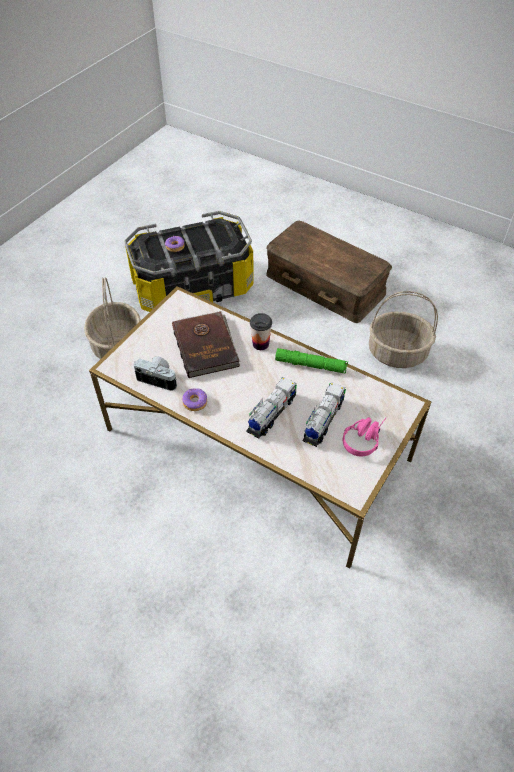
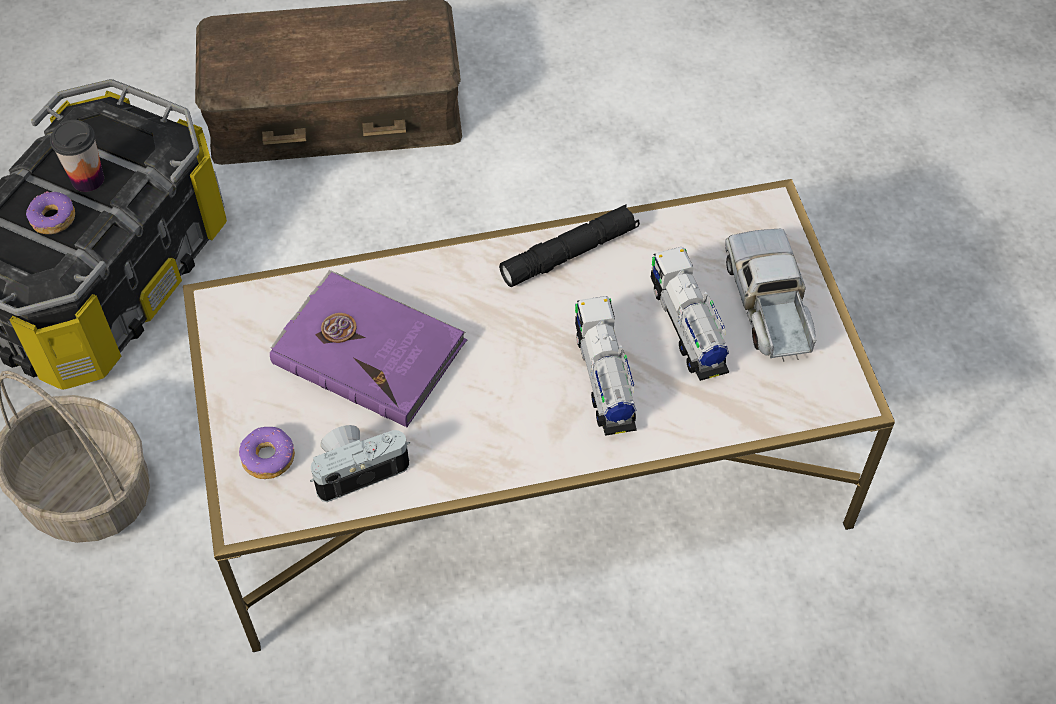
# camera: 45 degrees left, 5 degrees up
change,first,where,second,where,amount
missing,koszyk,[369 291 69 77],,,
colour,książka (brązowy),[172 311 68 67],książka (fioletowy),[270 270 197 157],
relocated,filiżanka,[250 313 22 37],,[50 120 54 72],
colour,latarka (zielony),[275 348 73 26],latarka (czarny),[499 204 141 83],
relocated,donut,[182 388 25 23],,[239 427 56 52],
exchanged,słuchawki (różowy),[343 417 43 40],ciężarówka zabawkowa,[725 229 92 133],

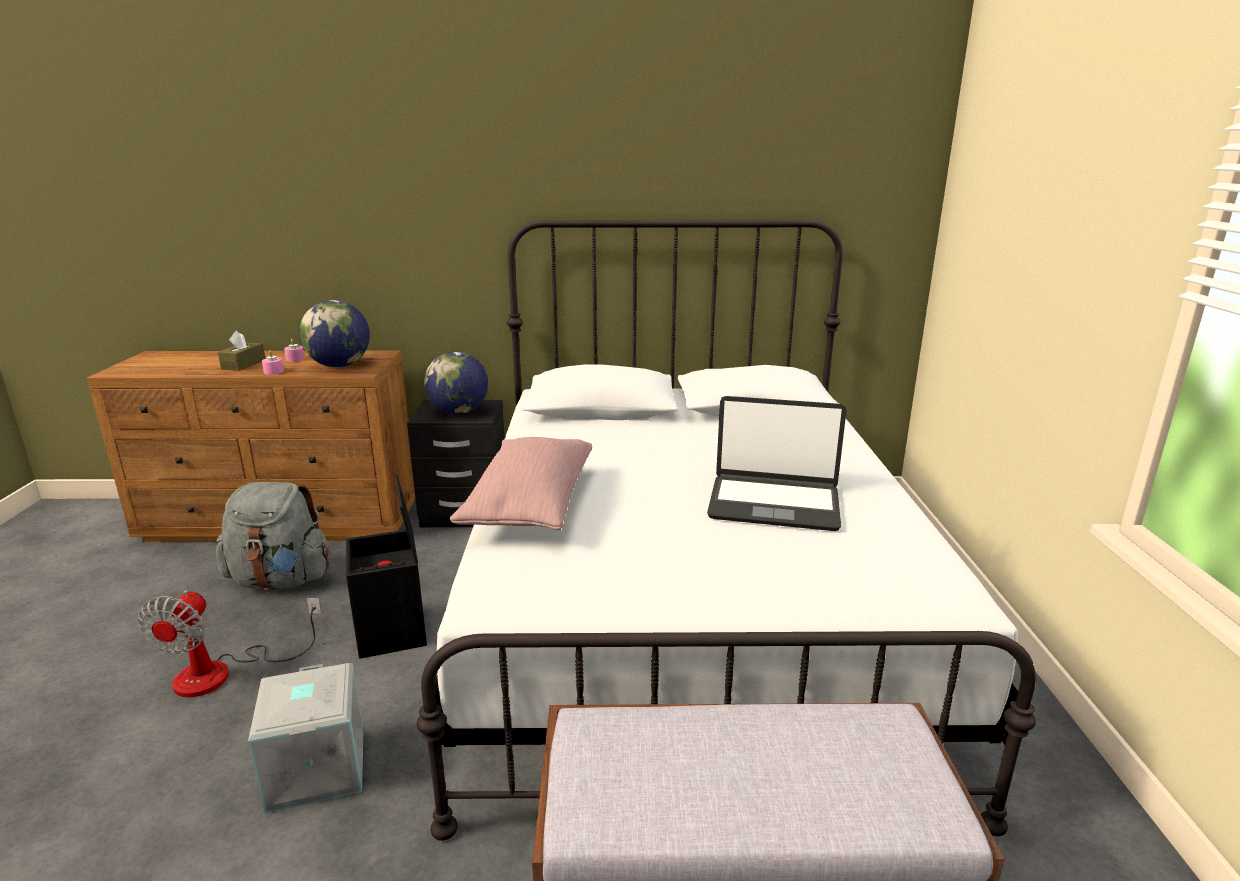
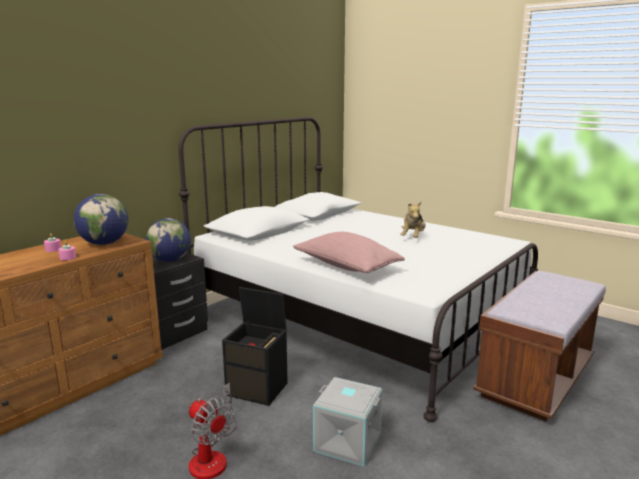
# camera: 50 degrees left, 5 degrees down
change,first,where,second,where,amount
missing,pudełko chusteczek (brązowy),[218 331 48 40],,,
exchanged,laptop,[707 396 139 135],pluszak,[401 202 25 36],
missing,plecak (szary),[216 482 115 108],,,

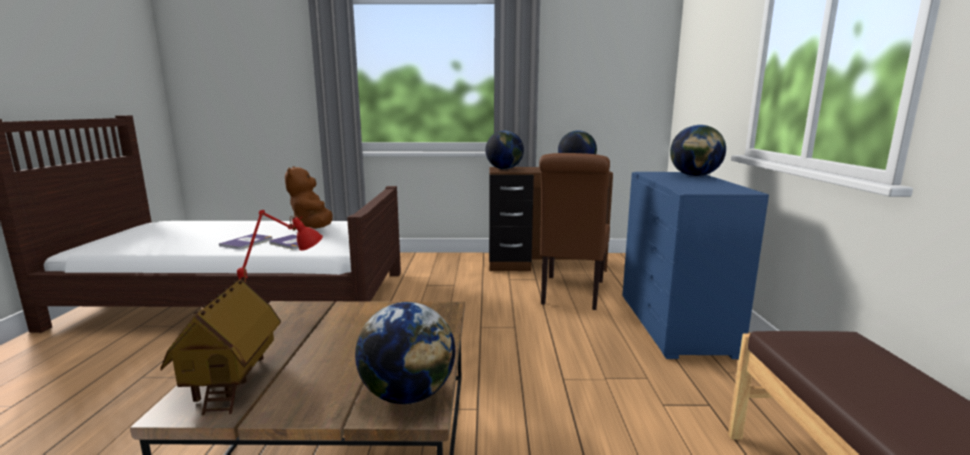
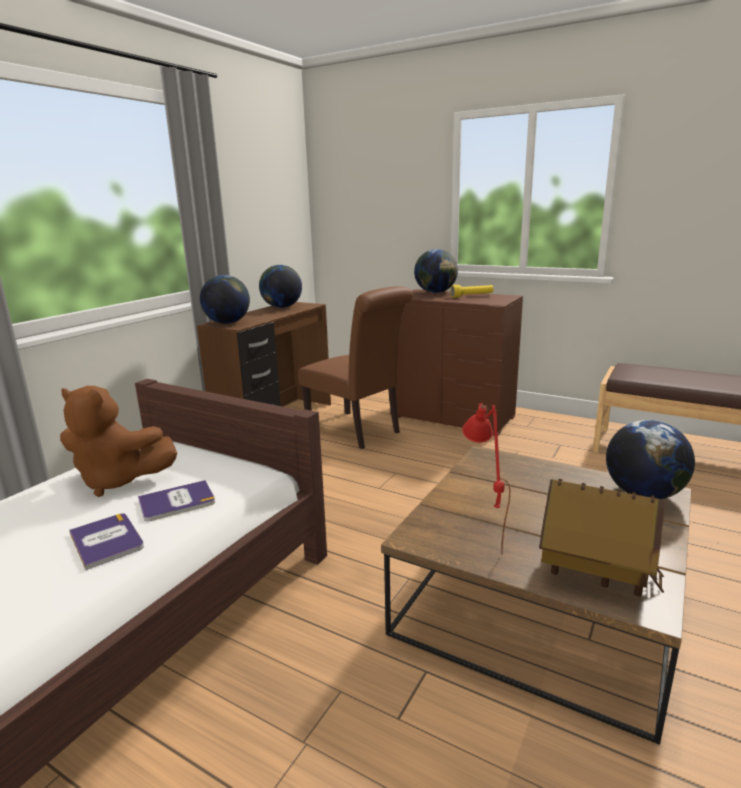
# camera: 60 degrees left, 5 degrees up
change,first,where,second,where,amount
colour,komoda (niebieski),[622 172 147 187],komoda (brązowy),[390 289 133 147],
appeared,,,latarka (żółty),[451 285 42 13],

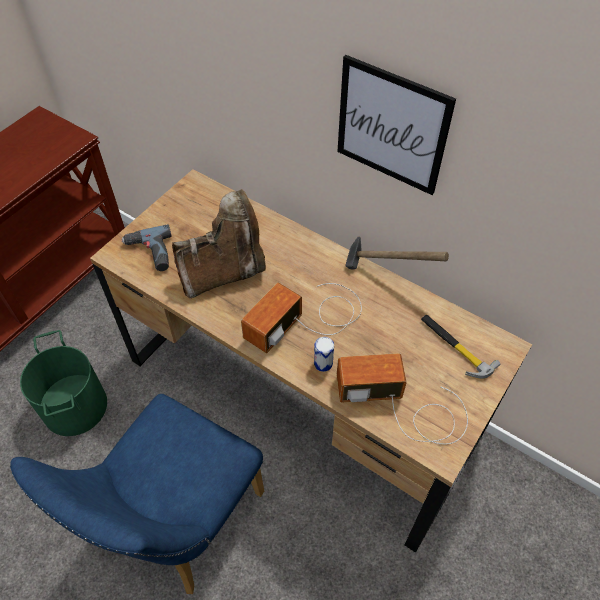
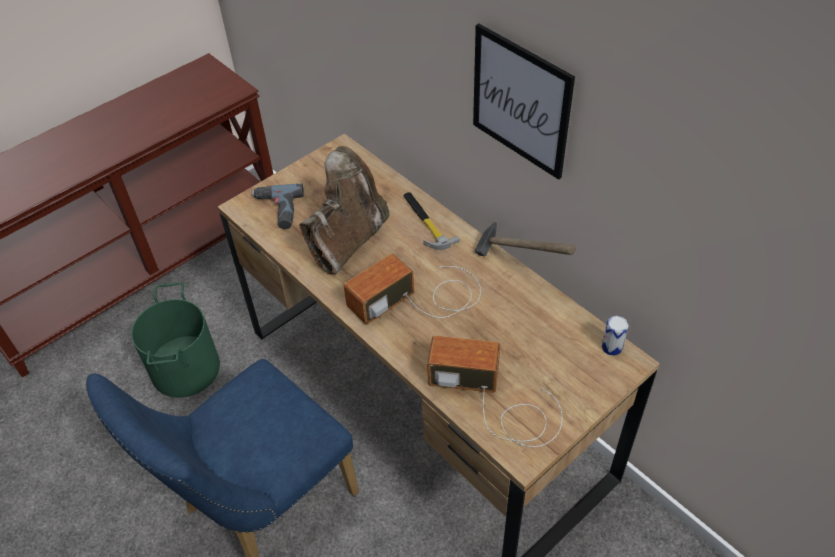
# camera: 15 degrees right, 5 degrees down
change,first,where,second,where,amount
spun,but z cholewką (brązowy),[172 189 94 109],,[299 146 90 129],45 degrees counterclockwise
relocated,młotek,[421 315 79 64],,[404 192 56 58],
relocated,puszka,[314 337 20 35],,[602 316 27 40],

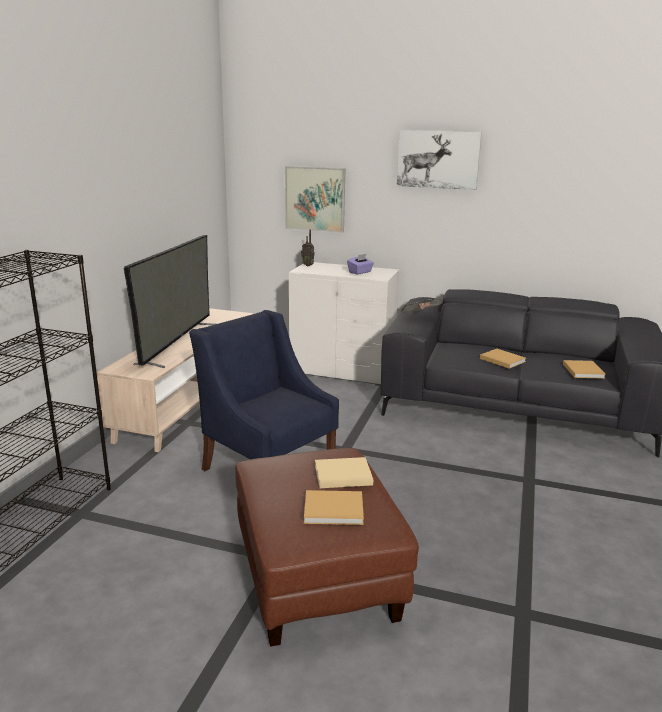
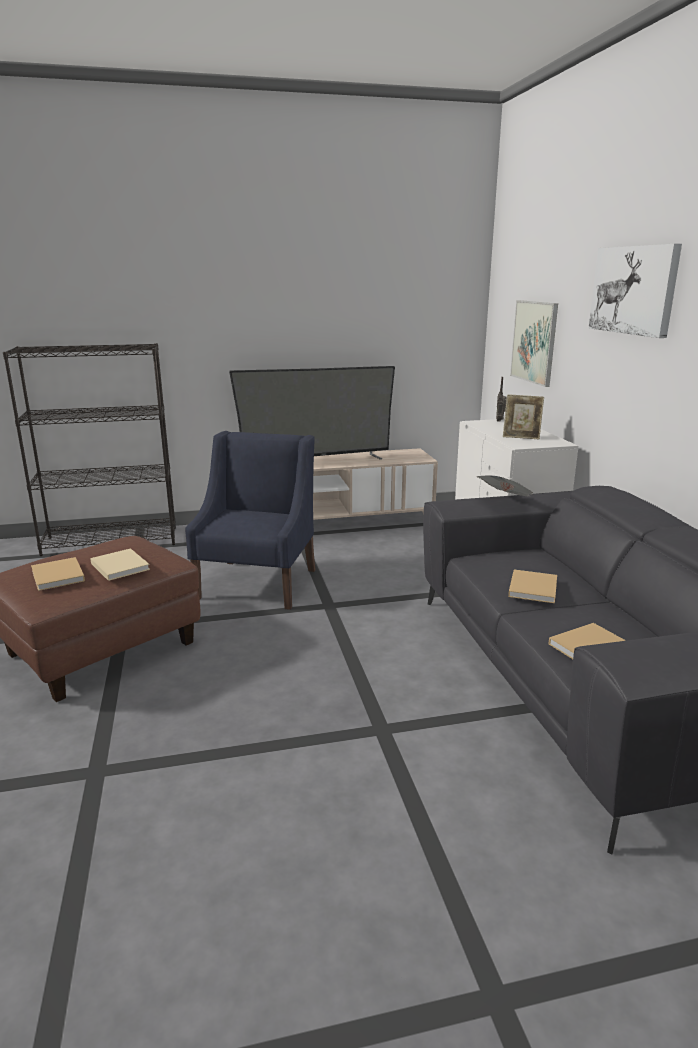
# camera: 60 degrees right, 0 degrees up
change,first,where,second,where,amount
exchanged,pudełko chusteczek (fioletowy),[347 254 27 21],ramka na zdjęcie,[503 394 41 46],

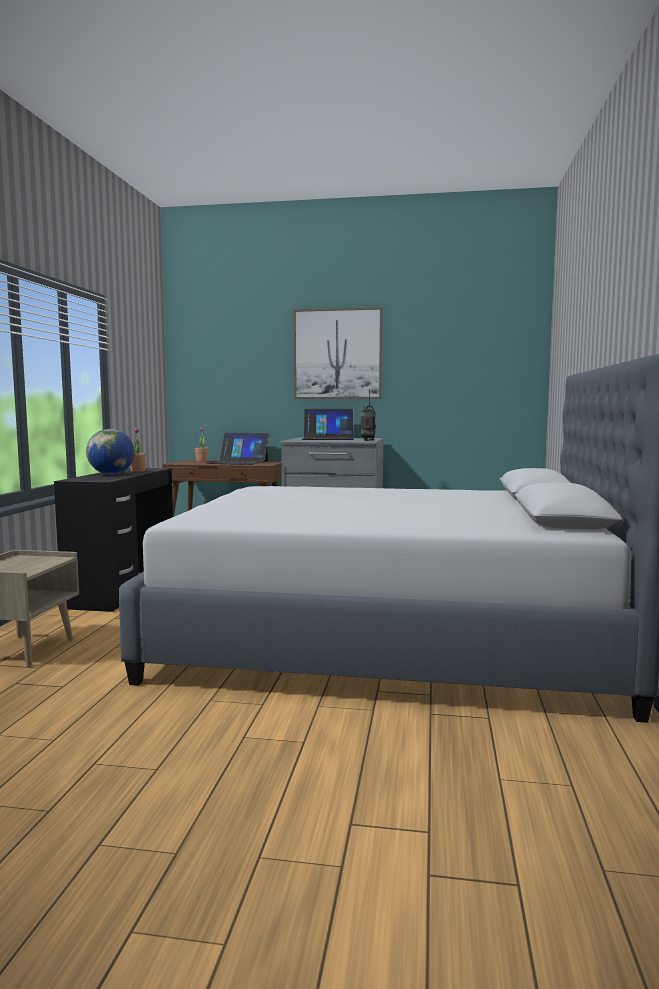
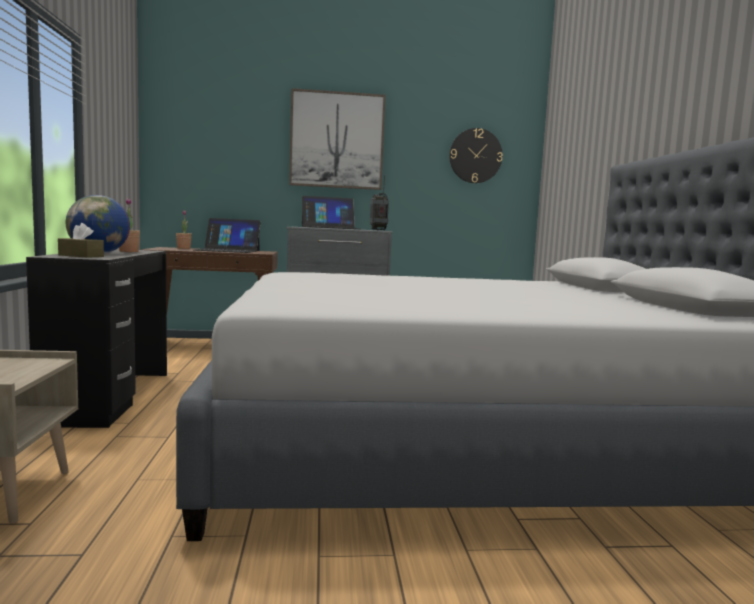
# camera: 15 degrees left, 0 degrees up
change,first,where,second,where,amount
appeared,,,zegar ścienny,[449 128 54 55],
appeared,,,pudełko chusteczek (brązowy),[58 223 46 35],

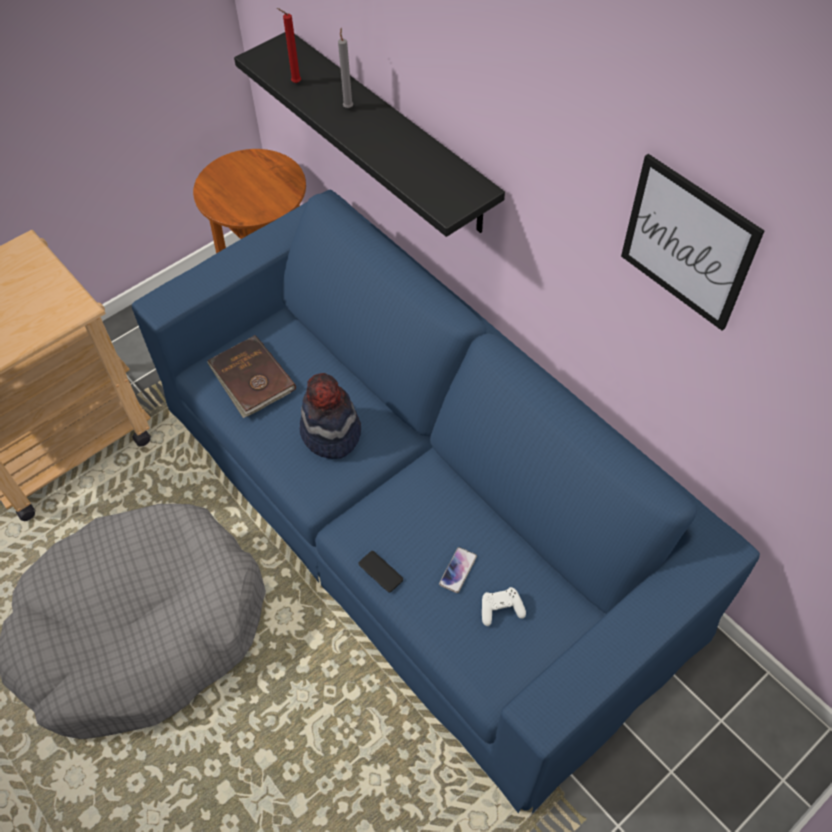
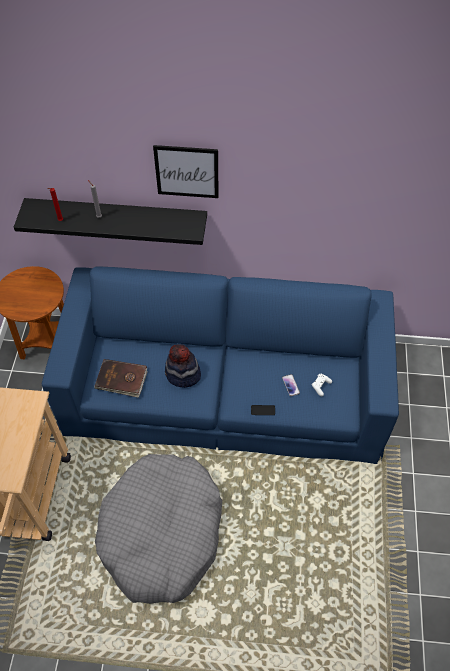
# camera: 45 degrees left, 0 degrees up
change,first,where,second,where,amount
relocated,obraz,[621 154 143 177],,[153 145 66 53],

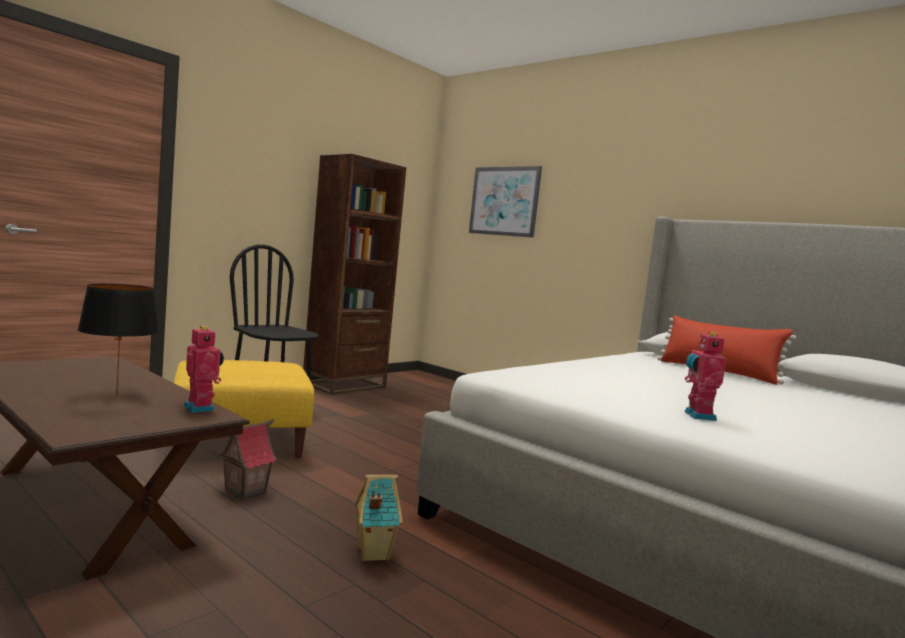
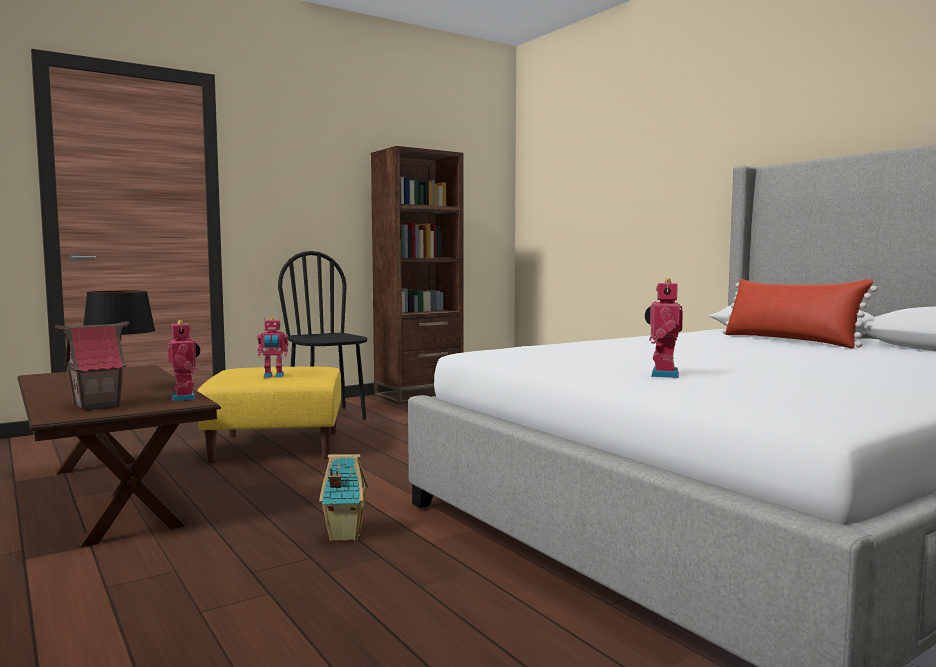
# camera: 15 degrees right, 0 degrees up
change,first,where,second,where,amount
missing,obraz,[469 166 73 72],,,
relocated,domek,[219 419 59 80],,[54 321 75 90],
appeared,,,robot zabawkowy,[257 317 31 61],

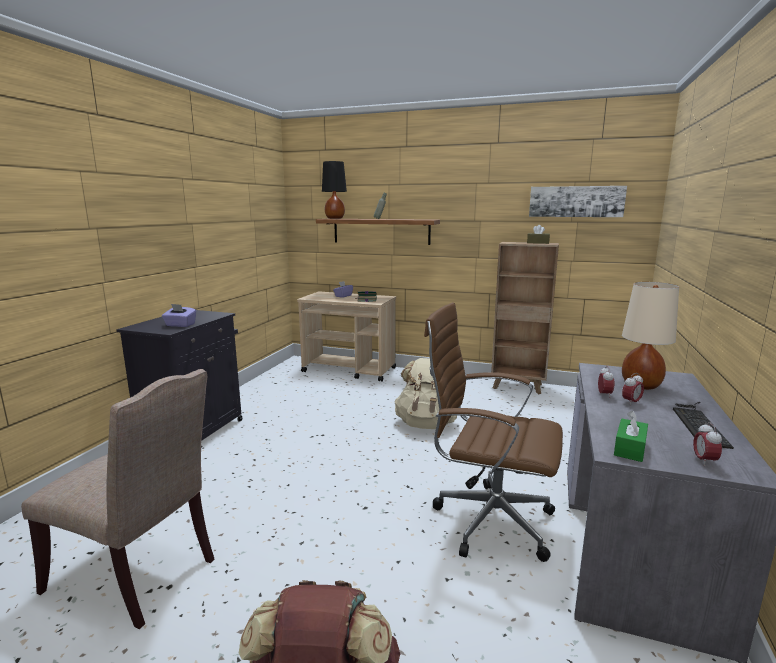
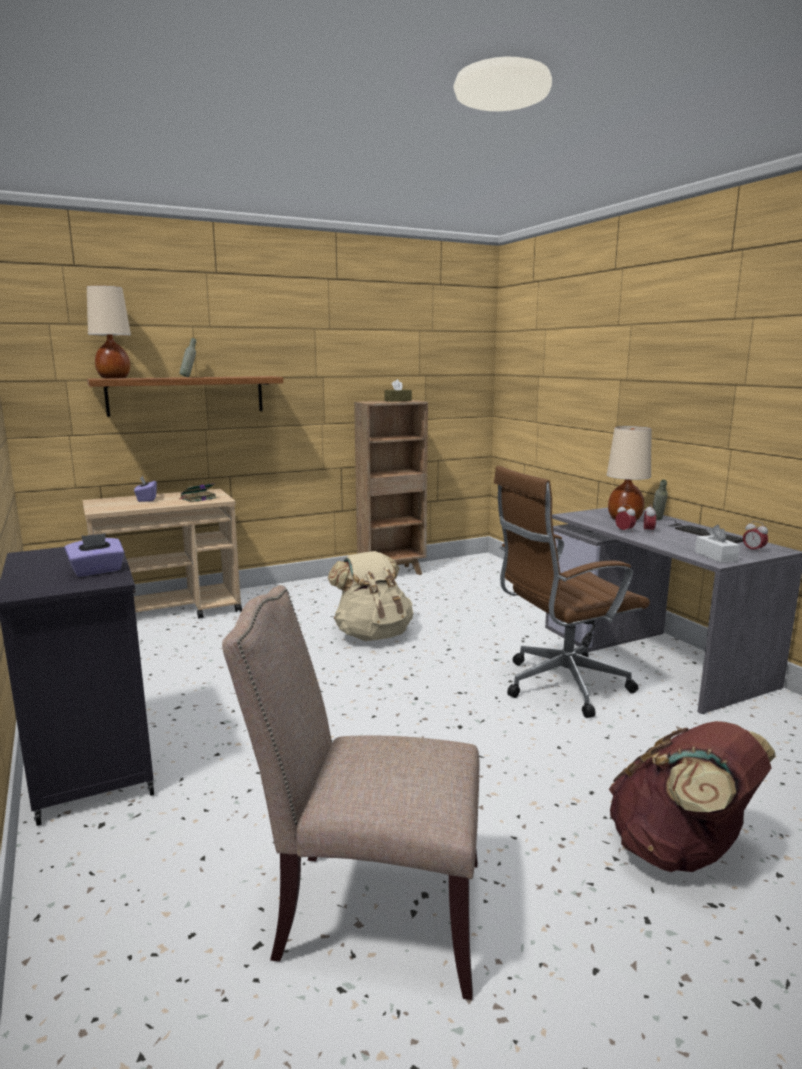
# camera: 45 degrees left, 0 degrees up
change,first,where,second,where,amount
colour,lampa stołowa (czarny),[322 161 25 58],lampa stołowa (beżowy),[87 285 44 94],
missing,obraz,[529 186 98 31],,,
spun,krzesło (beżowy),[21 369 194 260],,[222 585 257 415],150 degrees counterclockwise
colour,pudełko chusteczek (zielony),[614 410 34 52],pudełko chusteczek (biały),[695 525 45 38],
appeared,,,butelka (szary),[652 480 16 40],

